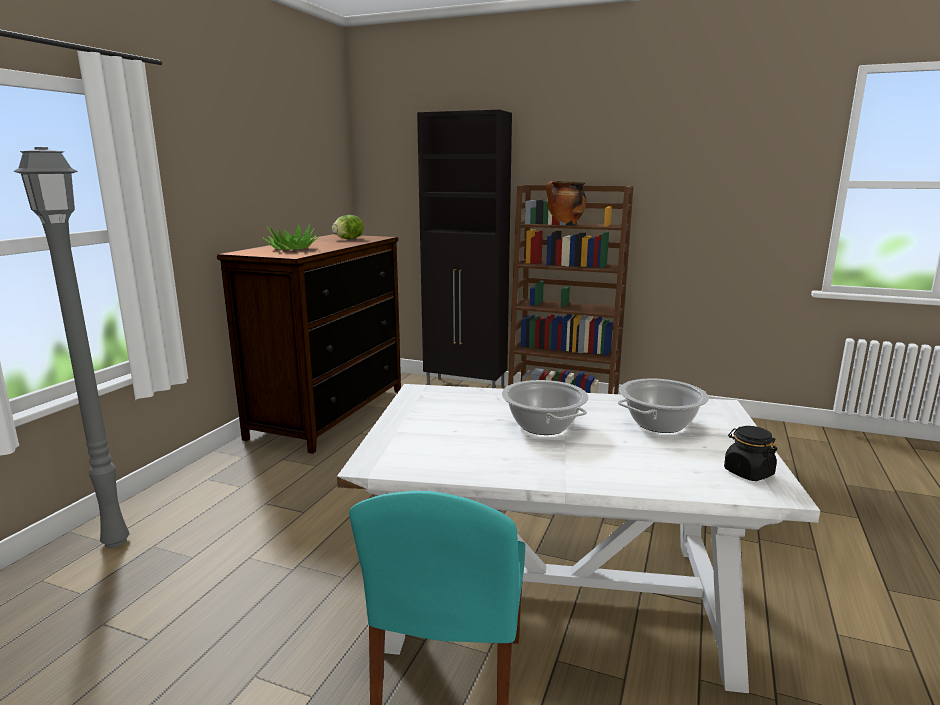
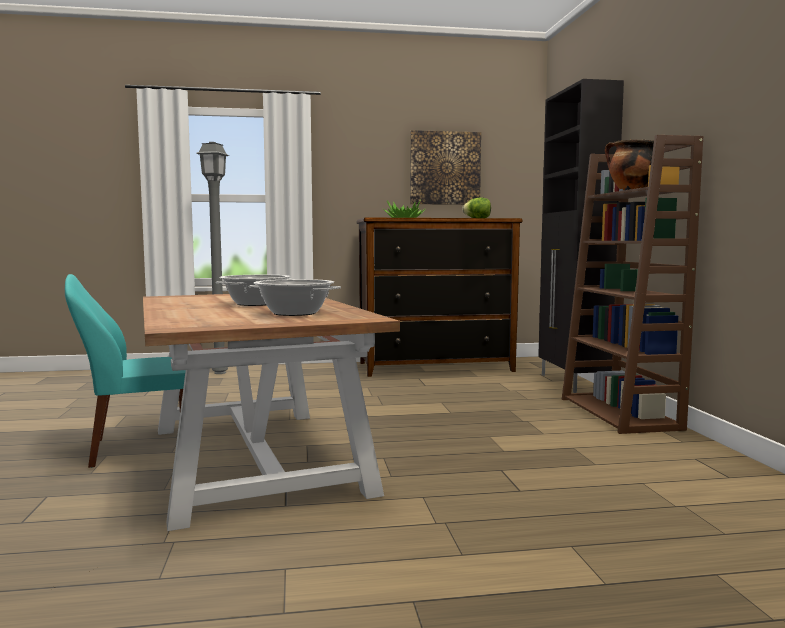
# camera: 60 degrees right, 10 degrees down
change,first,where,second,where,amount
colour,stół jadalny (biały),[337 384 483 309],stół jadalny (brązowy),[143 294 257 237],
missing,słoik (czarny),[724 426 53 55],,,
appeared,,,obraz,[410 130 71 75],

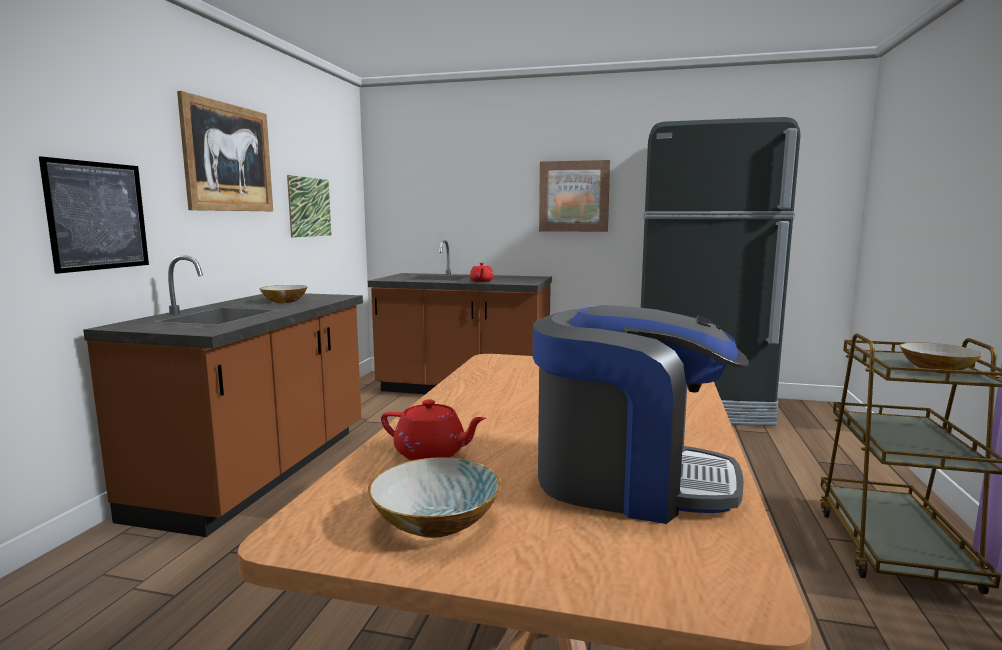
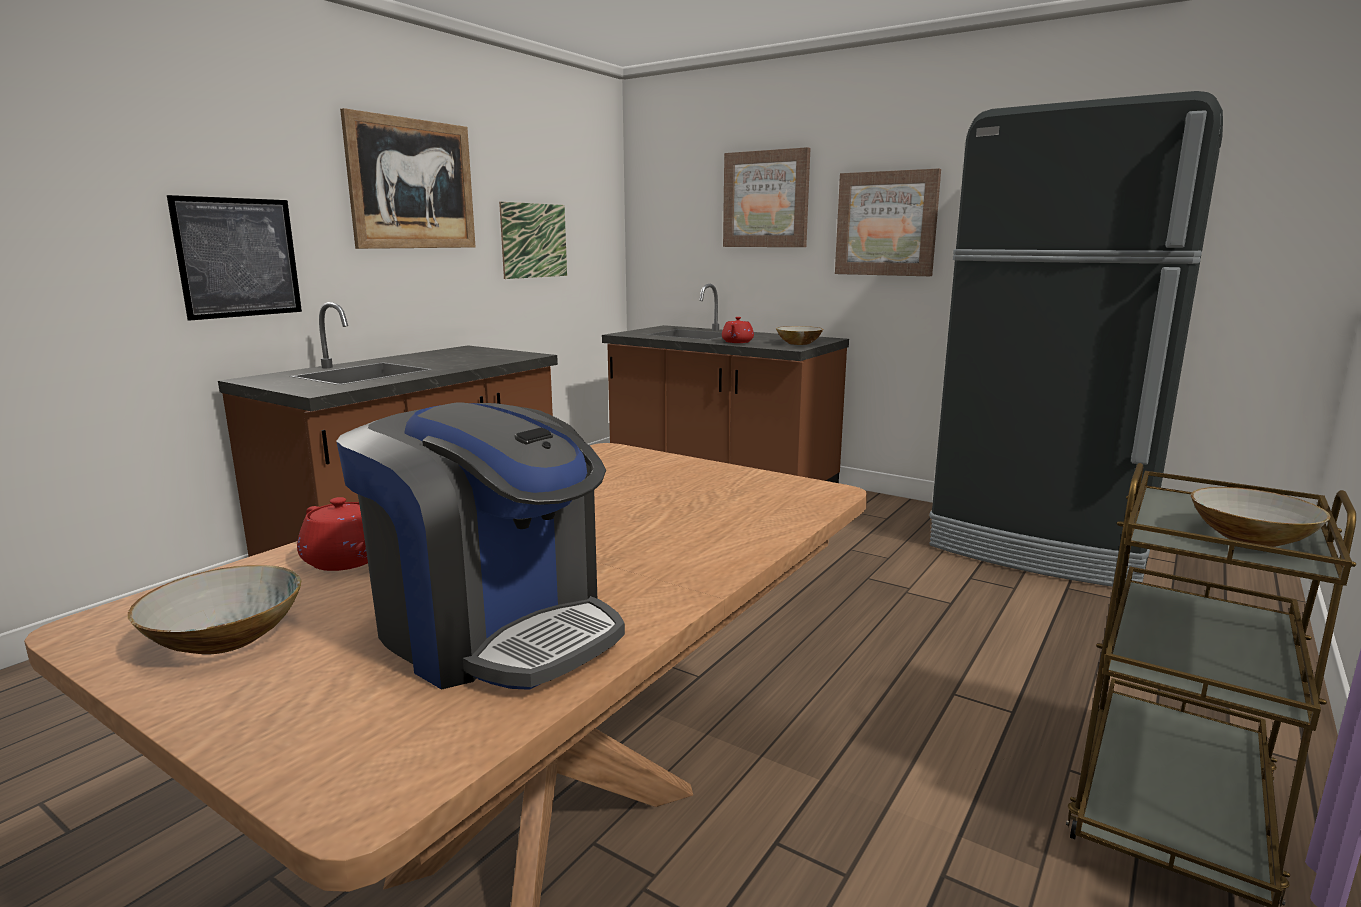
# camera: 20 degrees right, 5 degrees up
change,first,where,second,where,amount
relocated,miska,[259 285 48 18],,[776 326 47 19],
appeared,,,obraz,[723 147 87 100],

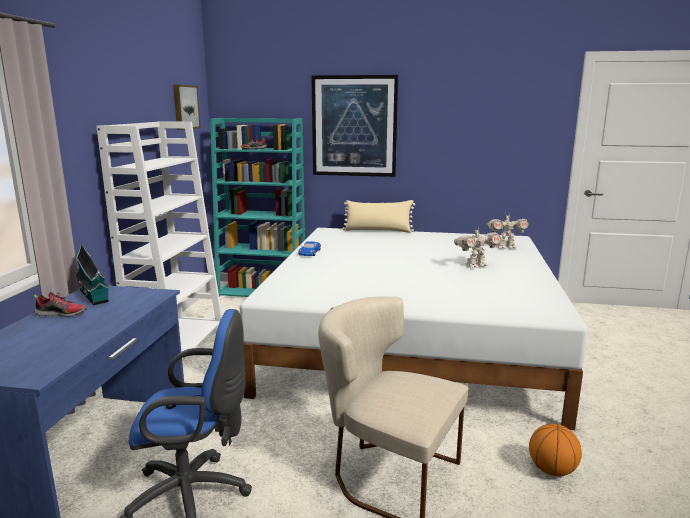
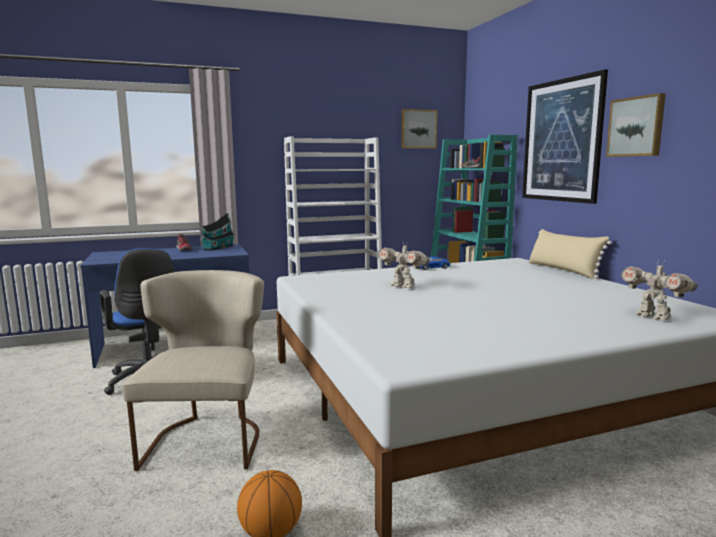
# camera: 60 degrees right, 5 degrees down
change,first,where,second,where,amount
relocated,robot zabawkowy,[454 226 47 42],,[378 241 52 47],
appeared,,,obraz,[606 93 60 64],

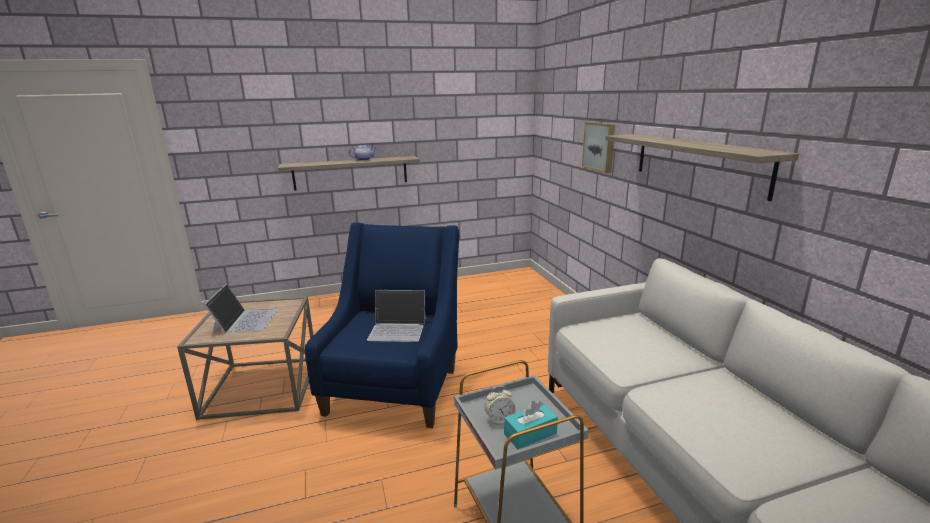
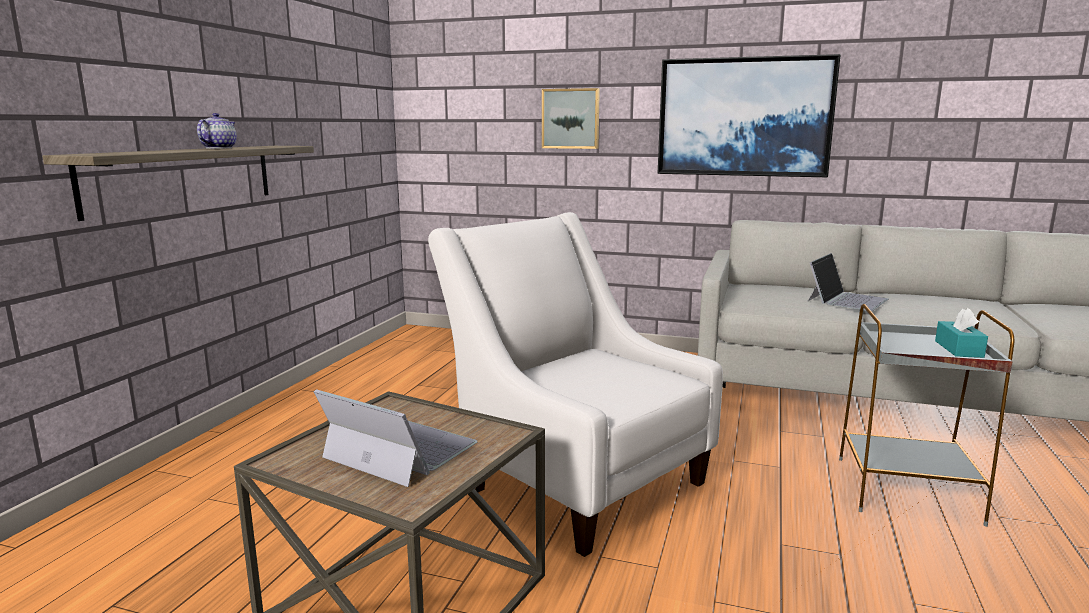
# camera: 55 degrees left, 5 degrees down
change,first,where,second,where,amount
exchanged,półka,[606 134 193 67],obraz,[658 54 183 123],
colour,fotel (niebieski),[305 223 154 205],fotel (biały),[428 212 295 345],
relocated,laptop,[367 290 59 52],,[808 253 80 58],
missing,budzik,[485 386 31 39],,,

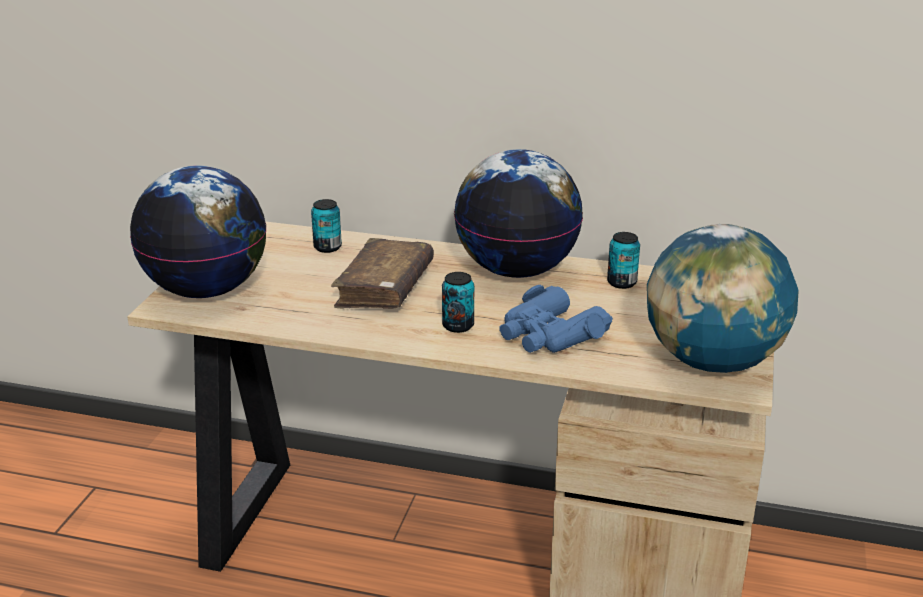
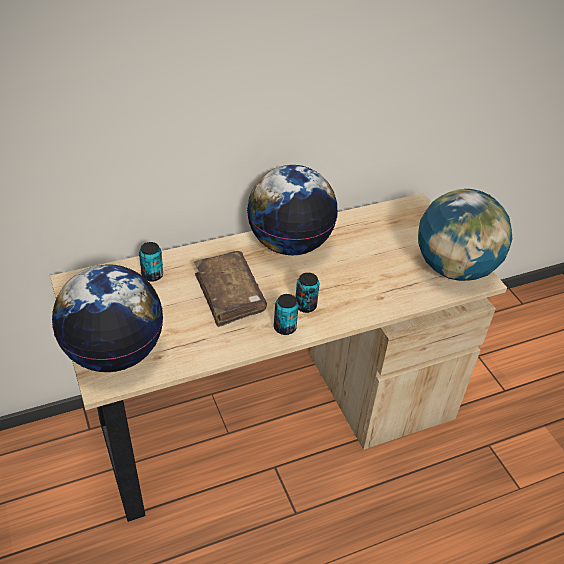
# camera: 40 degrees left, 15 degrees up
change,first,where,second,where,amount
relocated,puszka,[607 232 33 57],,[274 294 25 41],
missing,lornetka (niebieski),[500 285 113 68],,,

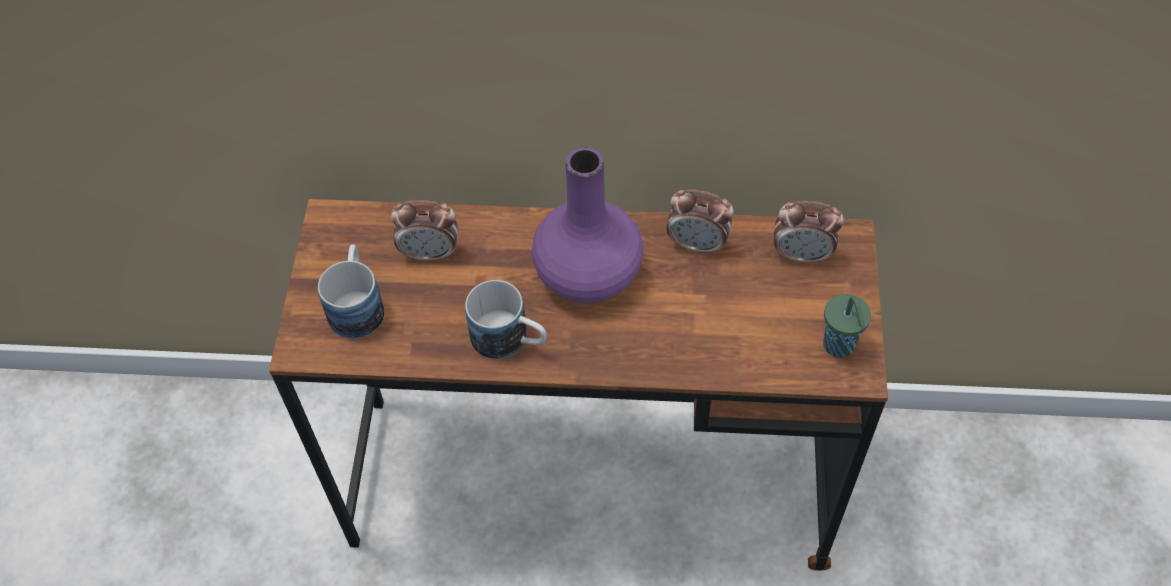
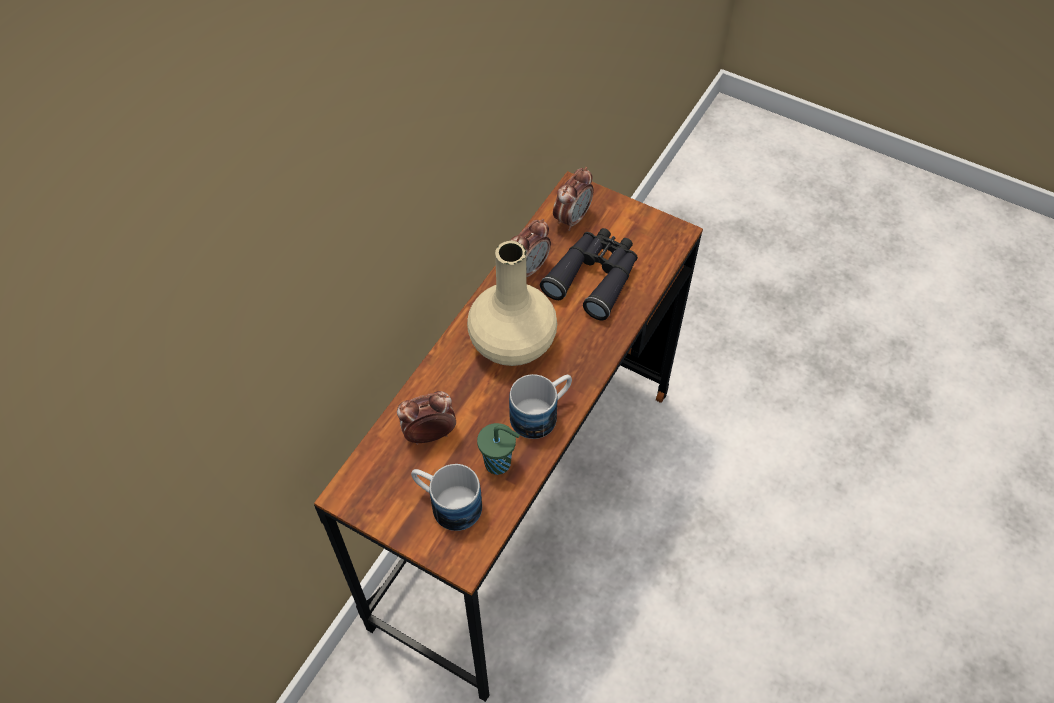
# camera: 65 degrees left, 0 degrees up
change,first,where,second,where,amount
colour,wazon (fioletowy),[532 147 111 156],wazon (beżowy),[467 241 90 125],
spun,budzik,[391 200 67 61],,[397 391 59 54],135 degrees counterclockwise
relocated,filiżanka (zielony),[823 294 48 64],,[477 423 43 52],
appeared,,,lornetka (czarny),[540 228 98 92],

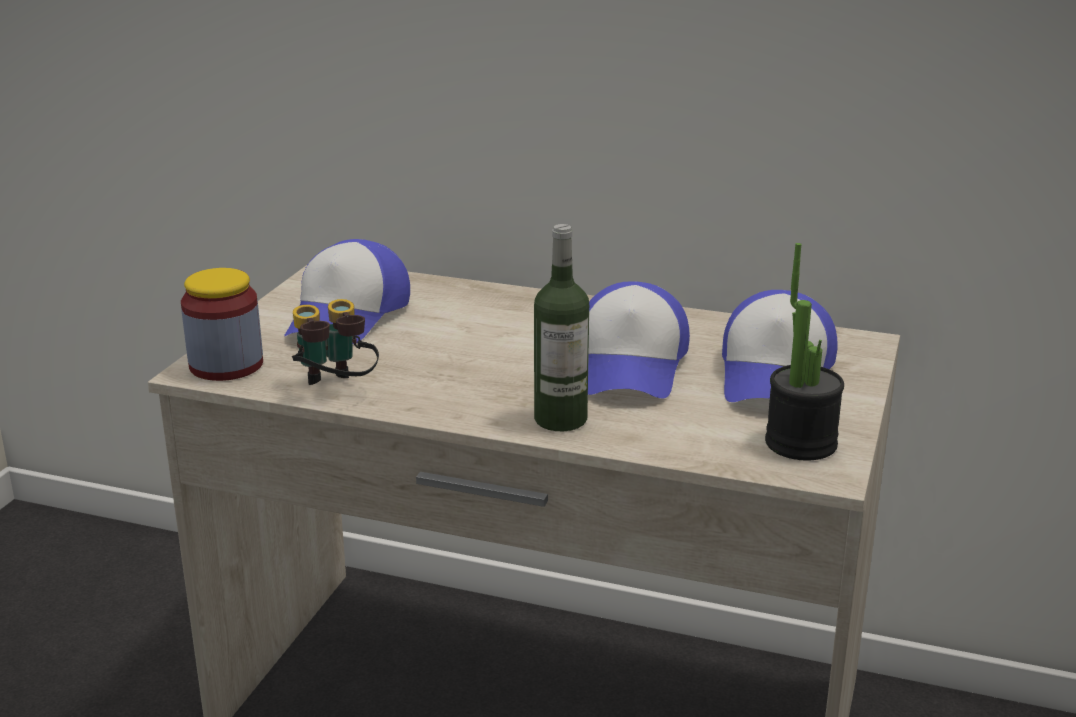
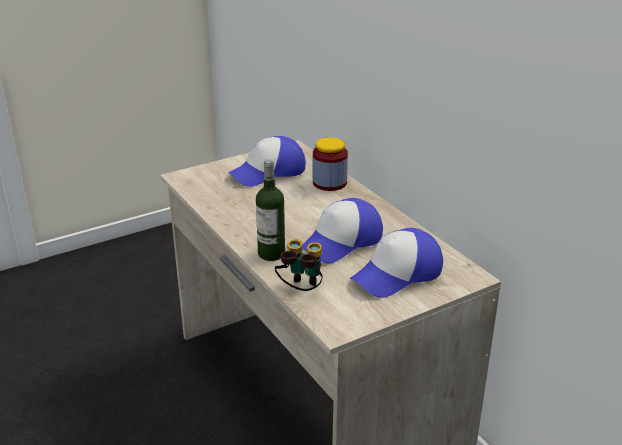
# camera: 40 degrees right, 5 degrees up
change,first,where,second,where,amount
missing,roślina doniczkowa,[765 243 79 218],,,
relocated,słoik,[181 268 82 113],,[313 137 35 54],
relocated,lornetka,[292 299 87 86],,[275 239 48 52],

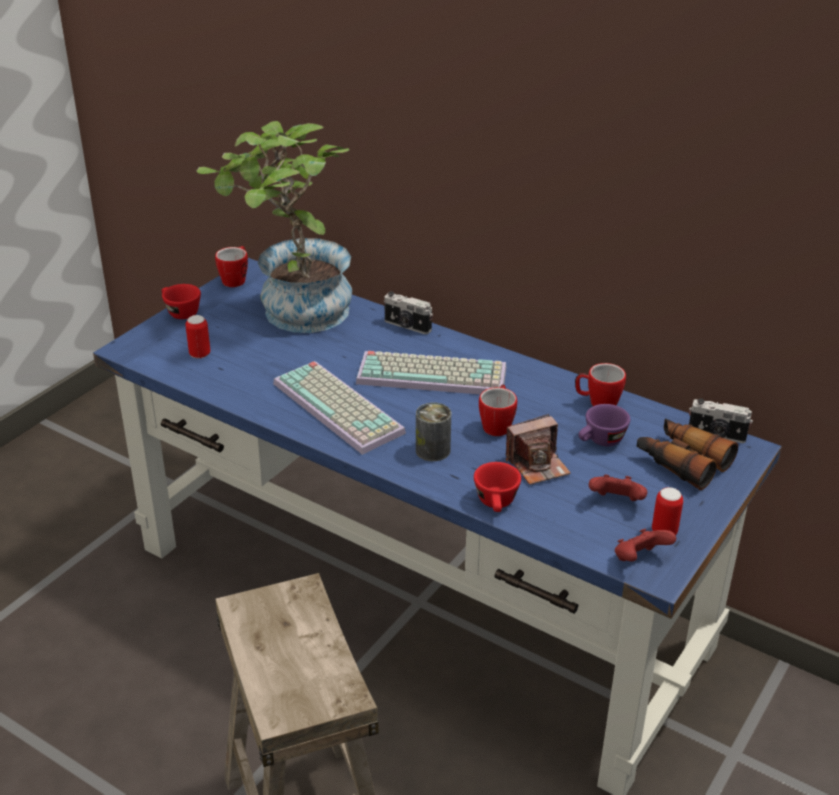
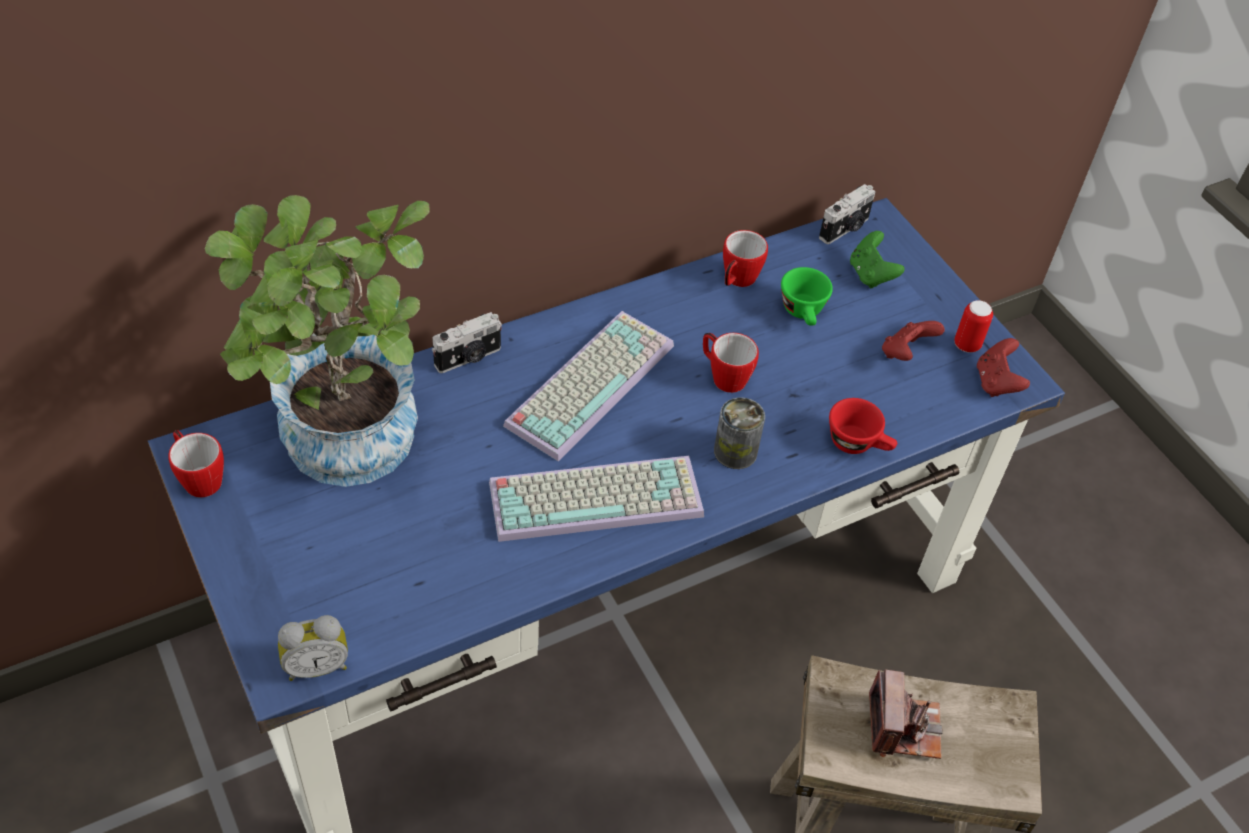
# camera: 65 degrees left, 15 degrees up
change,first,where,second,where,amount
missing,filiżanka (czerwony),[162 284 39 35],,,
missing,puszka,[185 315 25 44],,,
colour,filiżanka (fioletowy),[578 404 52 42],filiżanka (zielony),[781 267 52 59],
relocated,aparat fotograficzny,[506 414 65 71],,[869 669 74 90],
exchanged,lornetka,[636 418 102 72],pad do gier (zielony),[850 231 55 58],
appeared,,,budzik,[278 615 70 66],

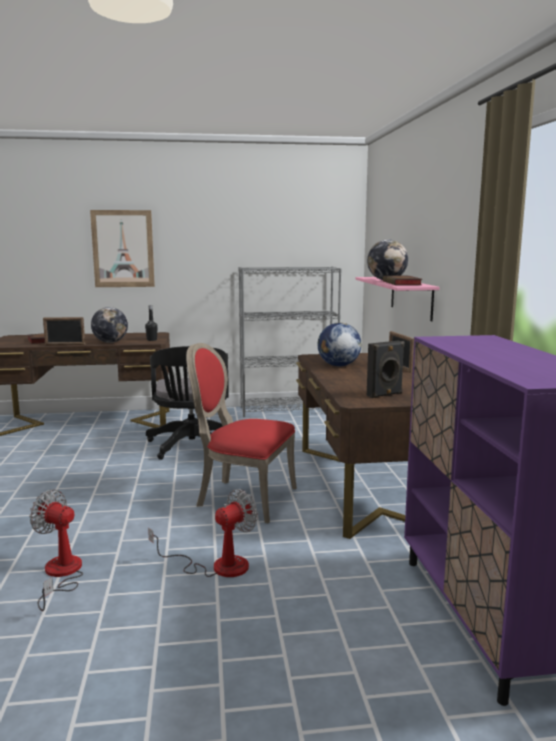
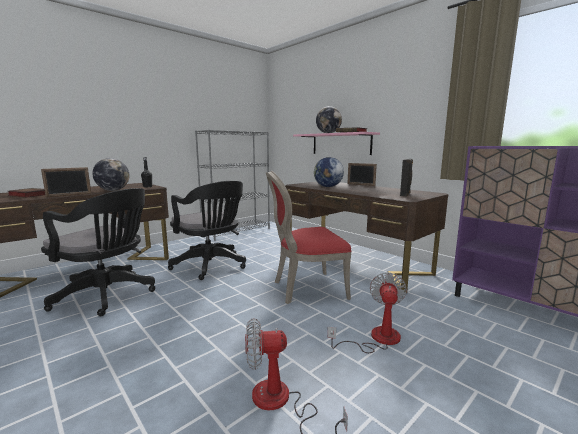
# camera: 35 degrees left, 0 degrees up
change,first,where,second,where,amount
missing,obraz,[90 210 65 77],,,
appeared,,,krzesło biurowe (czarny),[41 188 114 128],

